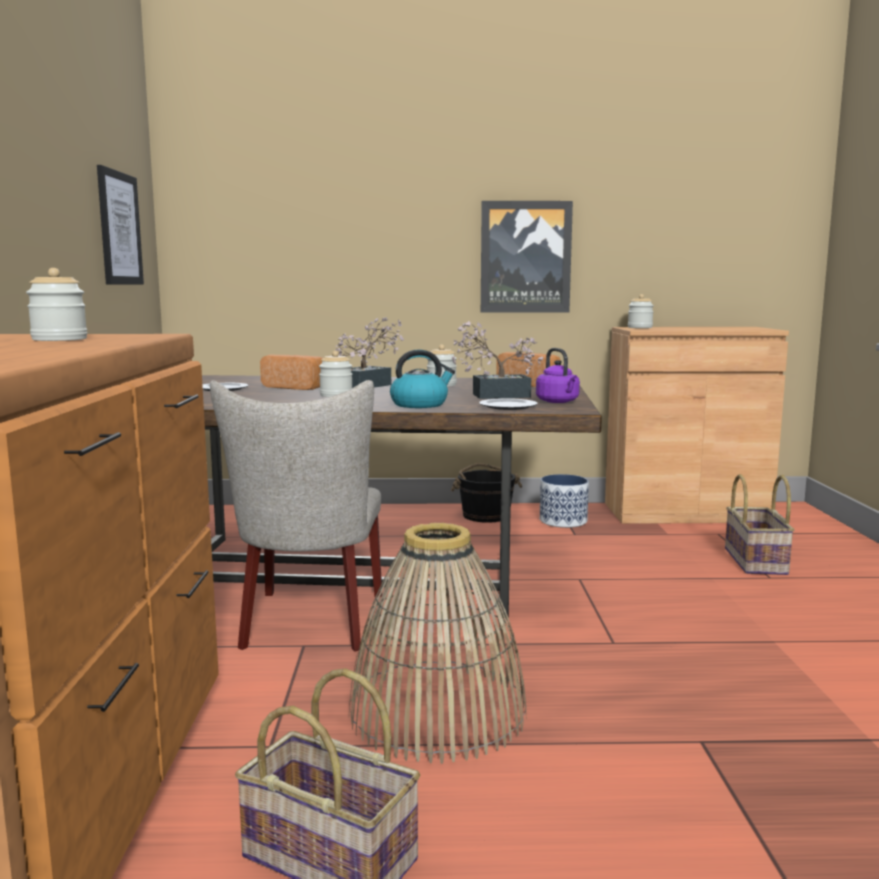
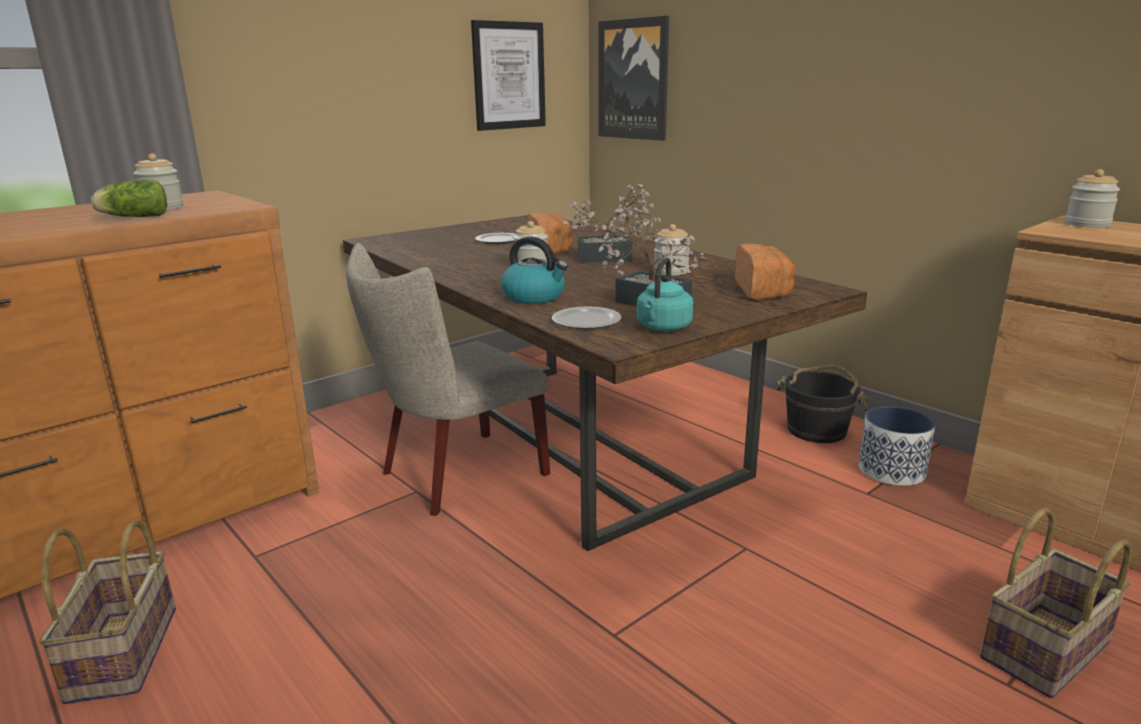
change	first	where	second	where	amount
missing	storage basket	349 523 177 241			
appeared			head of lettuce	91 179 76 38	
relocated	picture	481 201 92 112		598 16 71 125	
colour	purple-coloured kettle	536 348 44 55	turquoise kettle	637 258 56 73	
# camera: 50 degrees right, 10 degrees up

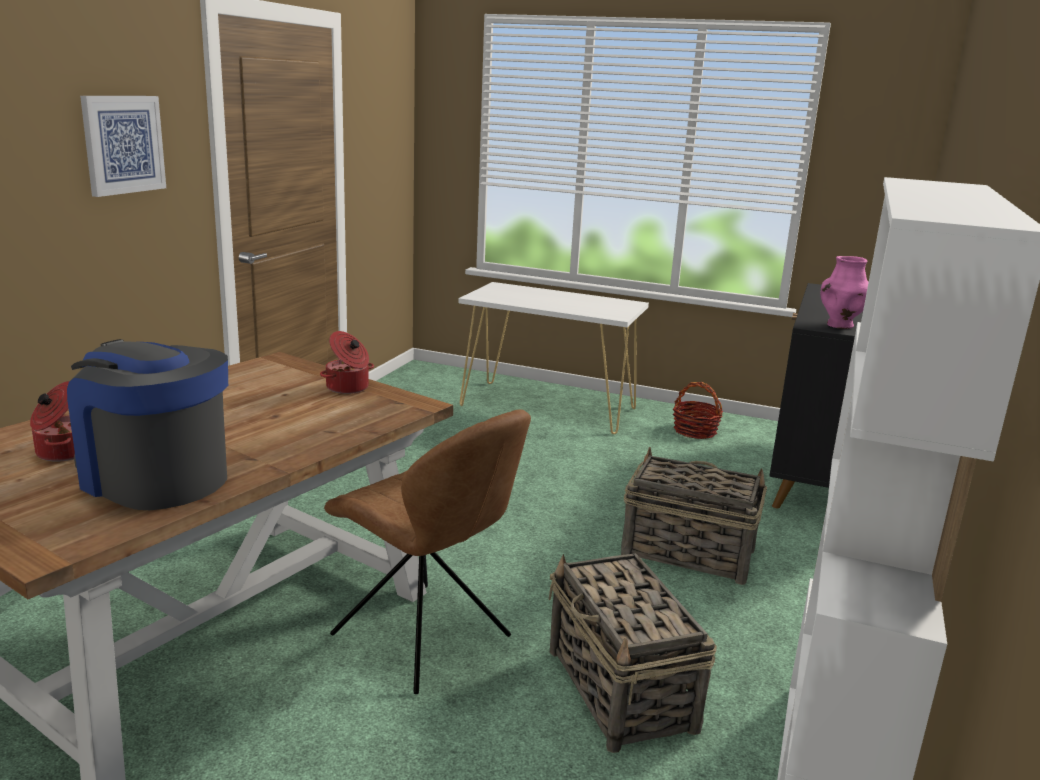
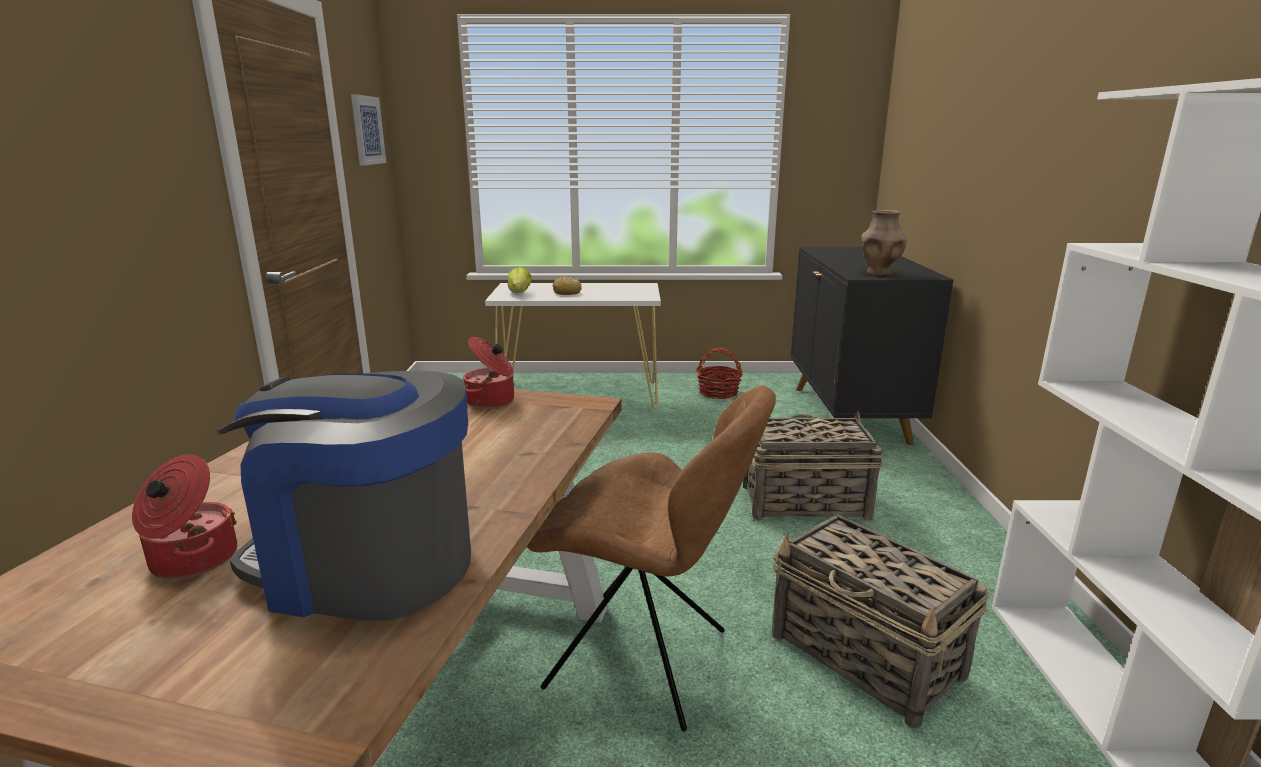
change	first	where	second	where	amount
appeared			head of lettuce	508 267 24 26	
appeared			baked bread	553 276 29 19	
relocated	picture	80 96 86 101		351 94 35 71	
colour	pink vase	820 256 49 73	brown-coloured vase	862 210 45 65	
# camera: 20 degrees left, 0 degrees up

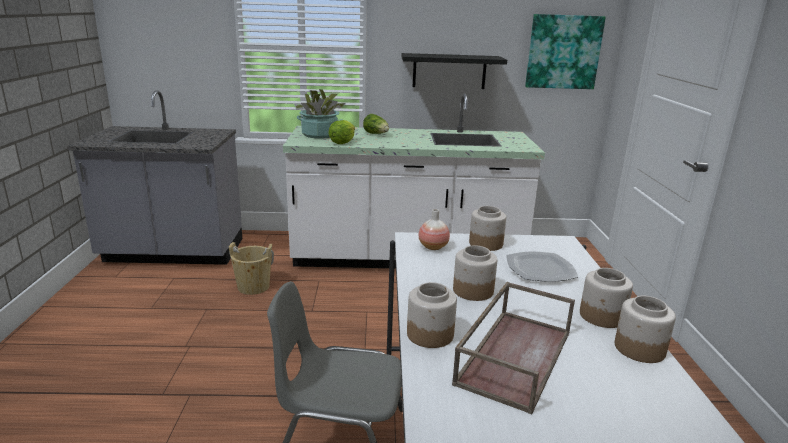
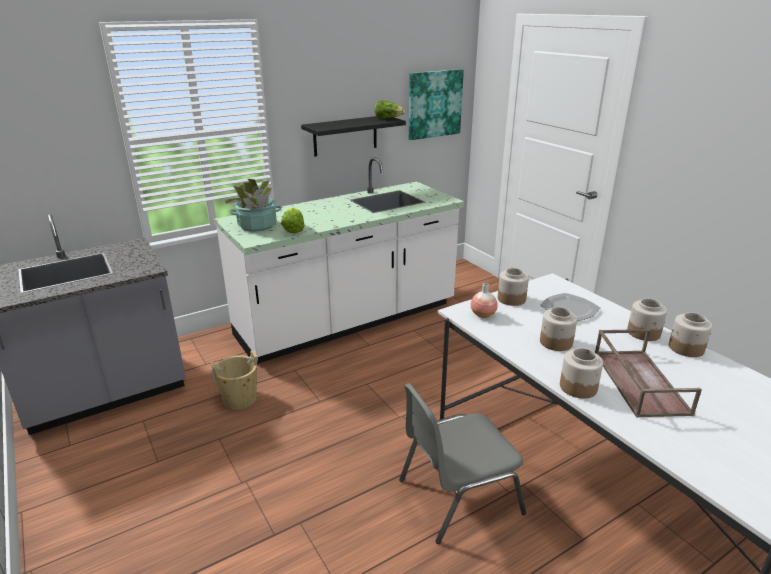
change	first	where	second	where	amount
relocated	head of lettuce	363 114 26 20		375 100 30 19	
# camera: 30 degrees left, 5 degrees up

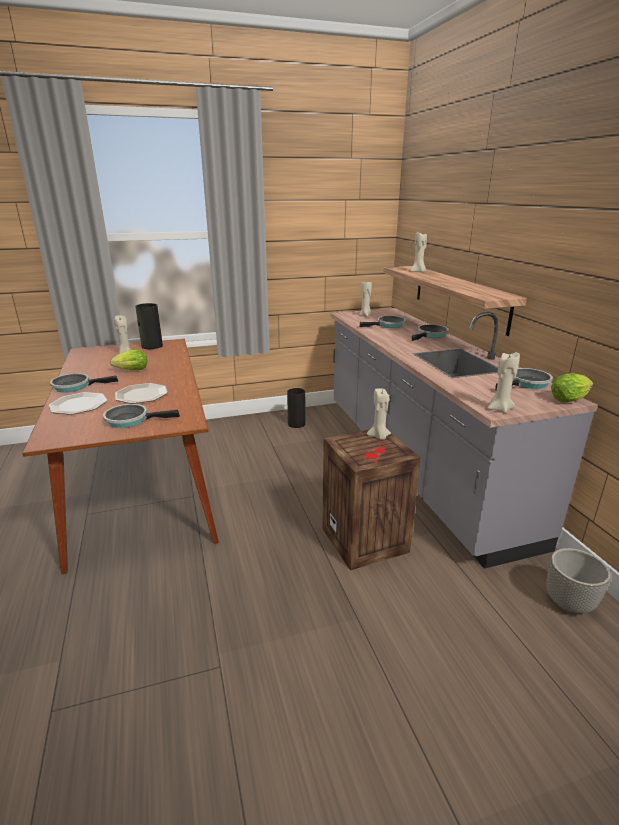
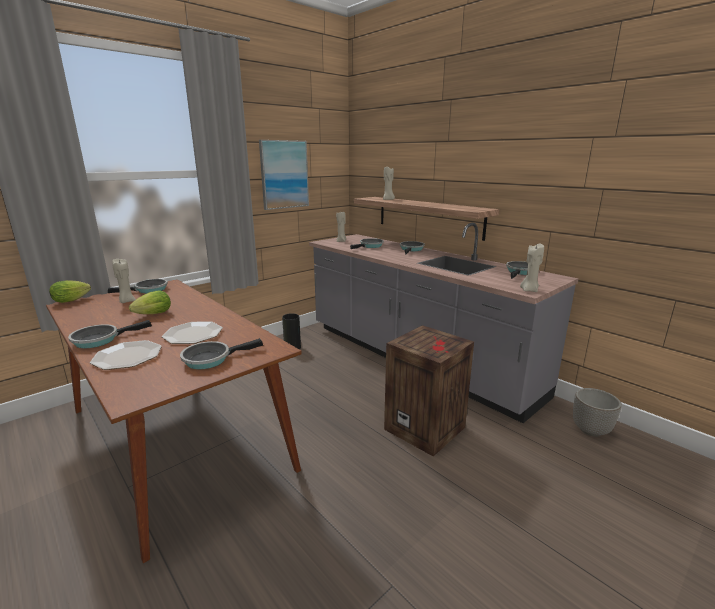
change	first	where	second	where	amount
missing	beige-coloured wax light	367 388 24 52			
appeared			picture	259 140 50 70	
relocated	head of lettuce	551 373 42 29		49 280 42 23	
exchanged	vase	135 303 28 46	pan	108 279 60 14	
# camera: 25 degrees left, 5 degrees down

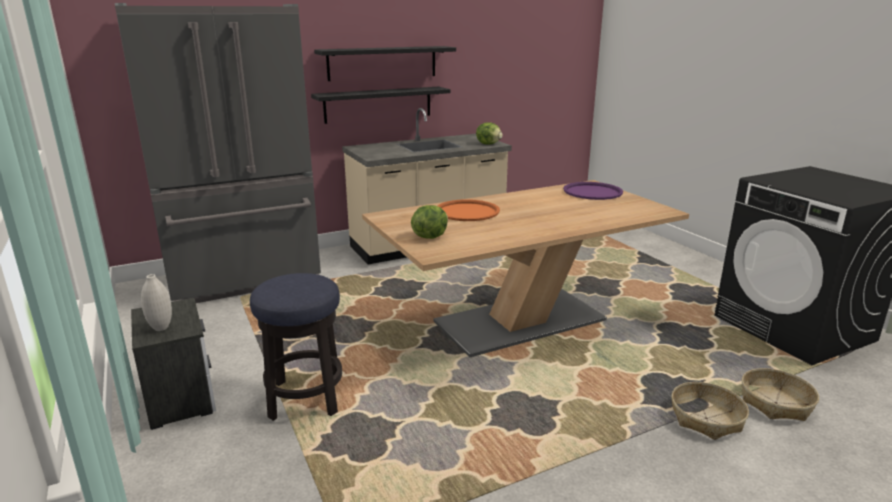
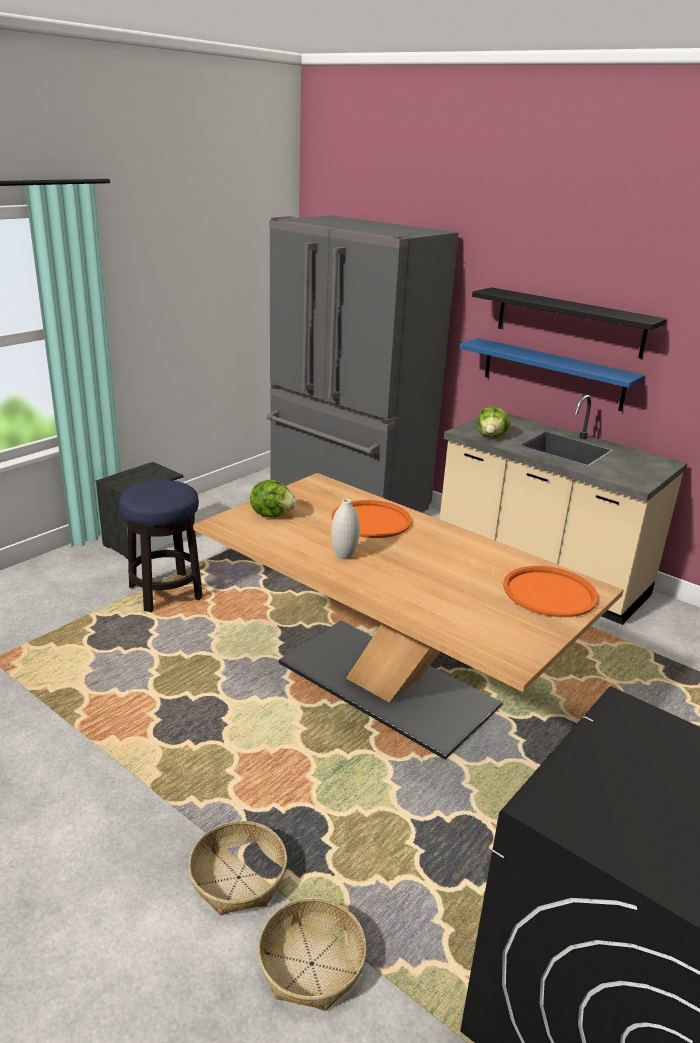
change	first	where	second	where	amount
relocated	white-coloured vase	141 274 31 57		331 499 29 60	
relocated	head of lettuce	476 122 27 22		478 406 33 31	
colour	blackish wall shelf	311 87 139 37	blue-coloured wall shelf	459 338 186 73	
colour	purple-coloured carrying tray	563 182 60 18	orangey carrying tray	503 566 95 51	
# camera: 65 degrees right, 5 degrees up

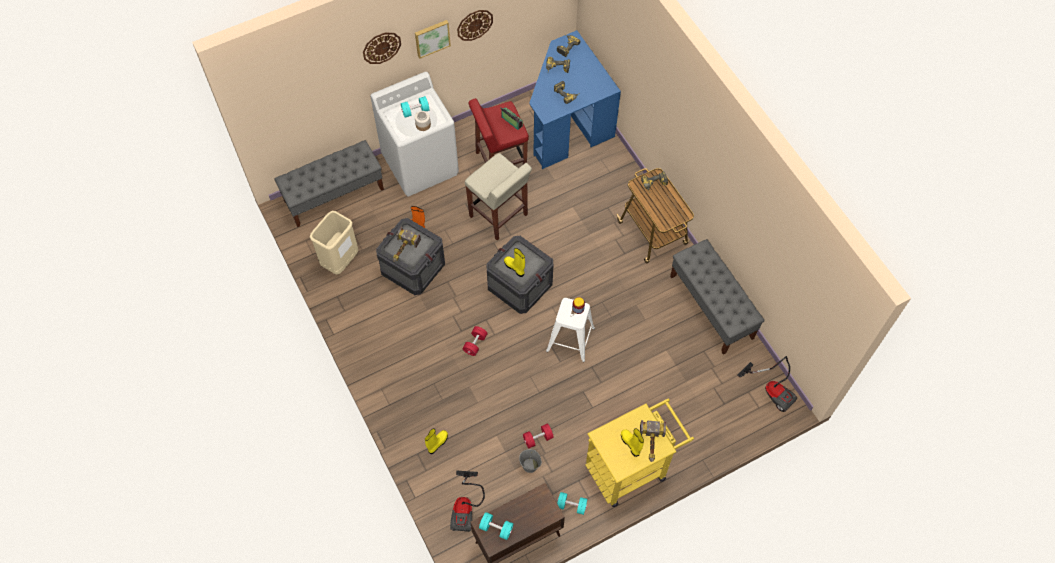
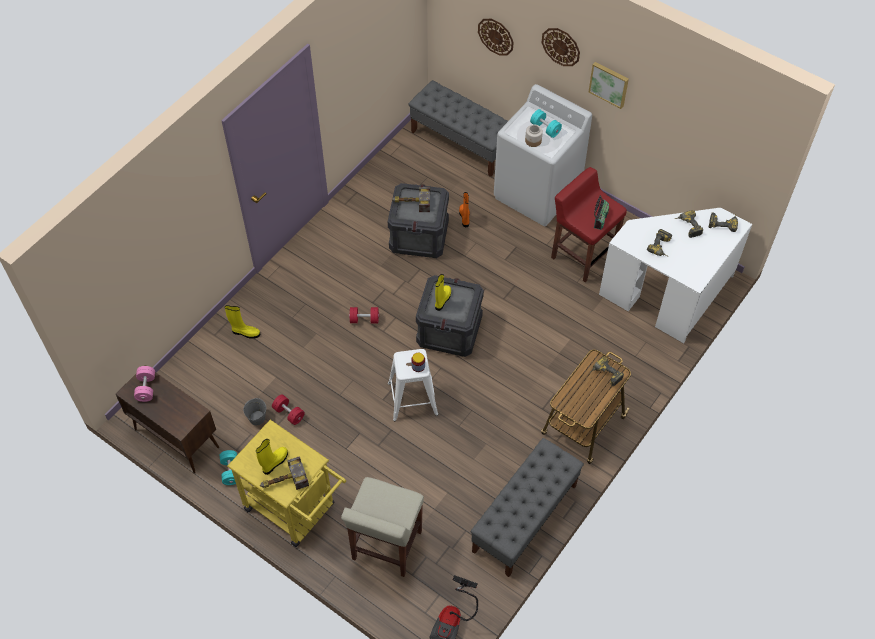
change	first	where	second	where	amount
missing	beige-coloured waste bin	310 211 49 63			
missing	vacuum cleaner	450 471 35 61			
relocated	hanging clock	457 10 36 31		478 19 36 36	
relocated	beige-coloured stool seat	465 153 67 88		341 477 83 100	
colour	turquoise free weight	479 512 34 28	pink free weight	134 366 21 36	
colour	blue-coloured desk table	529 30 92 139	white-coloured desk table	599 208 153 135	
# camera: 65 degrees right, 5 degrees down

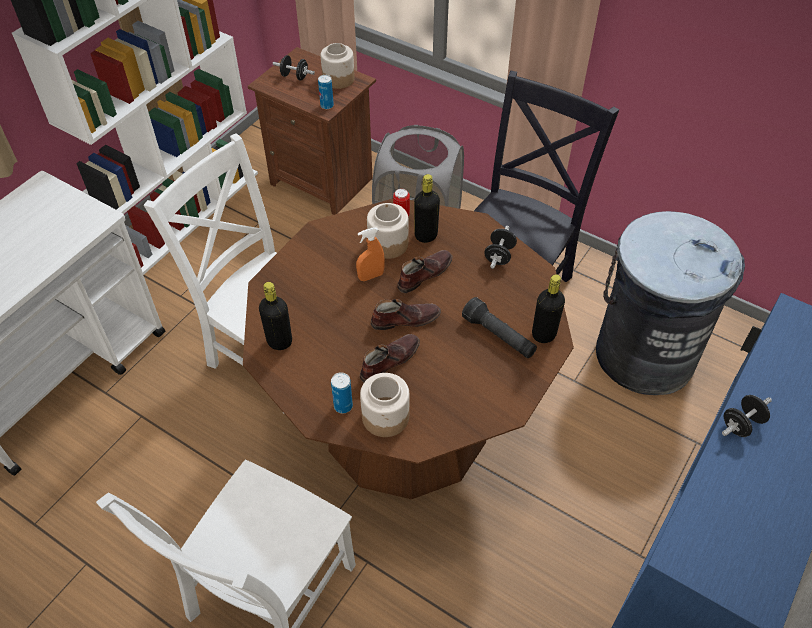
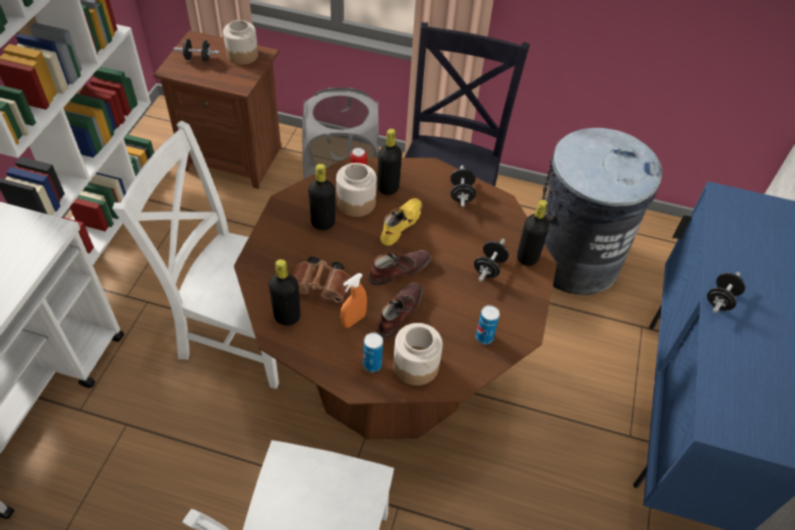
change	first	where	second	where	amount
appeared			brown-coloured binoculars	292 257 58 46	
appeared			blackish bottle	308 164 27 66	
relocated	can	318 75 16 34		476 305 24 39	
relocated	orangey sprayer	356 227 29 54		340 273 27 55	
exchanged	blackish torch	462 297 75 61	blackish free weight	474 239 35 43	
colour	brown-coloured item of footwear	397 250 55 43	yellowish item of footwear	380 198 43 48	
# camera: 20 degrees left, 0 degrees up

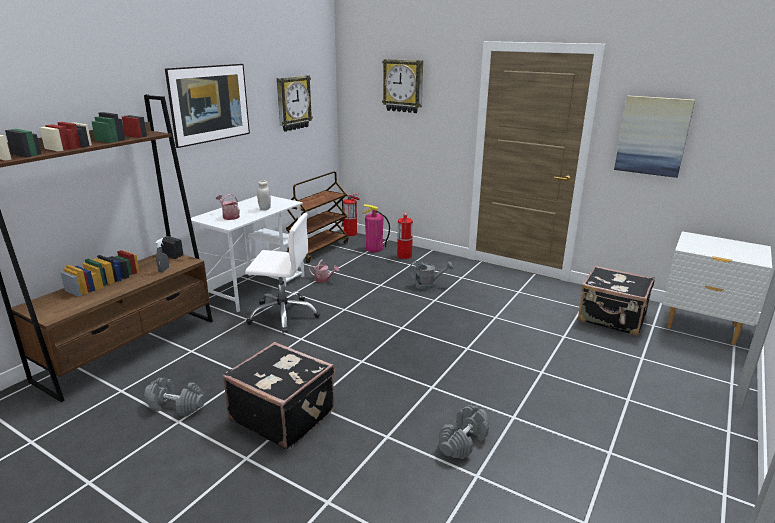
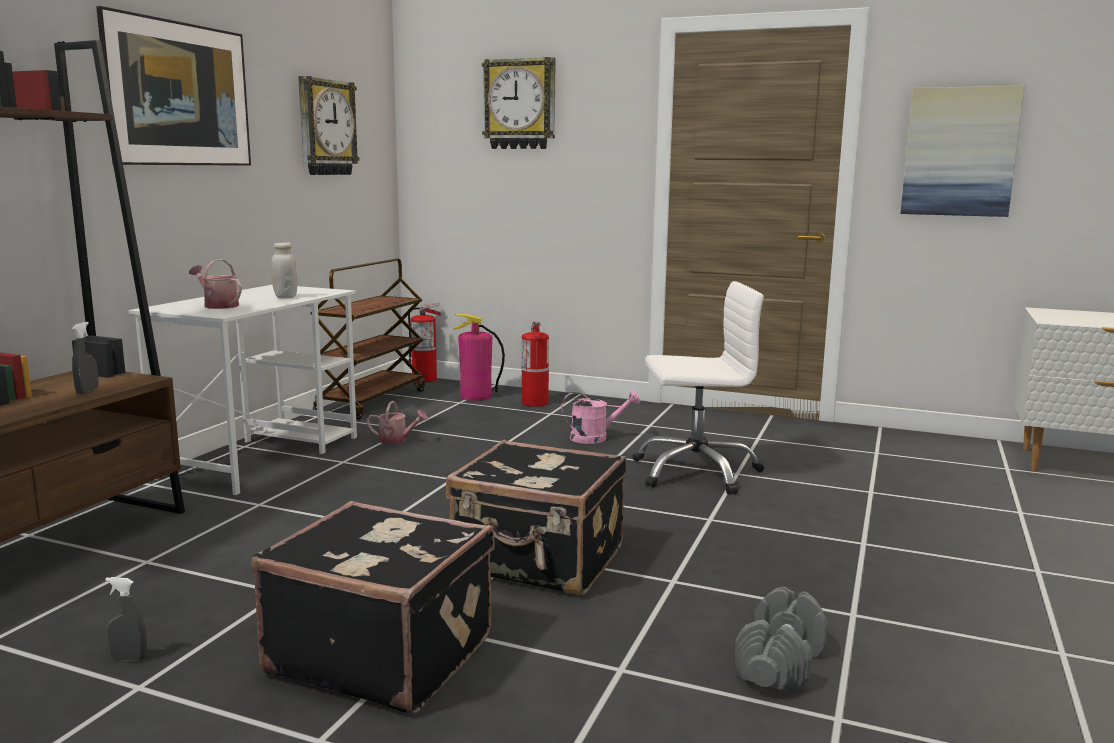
change	first	where	second	where	amount
relocated	white-coloured desk chair	245 213 75 120		632 281 132 214	
relocated	blackish piece of luggage	578 265 77 71		446 440 181 155	
exchanged	greyish free weight	144 378 61 39	greyish sprayer	105 577 42 84	
colour	greyish watering can	410 261 43 28	pink watering can	561 390 79 54	
# camera: 10 degrees left, 10 degrees down

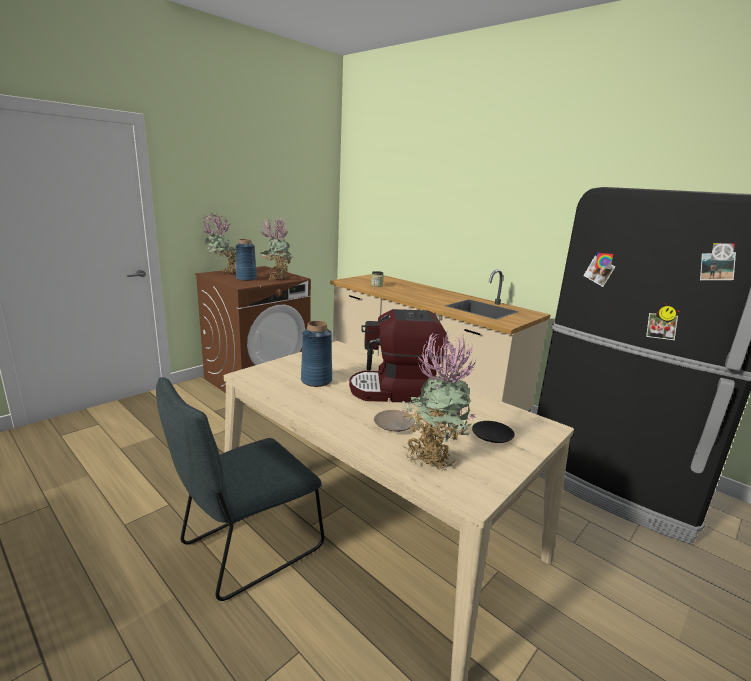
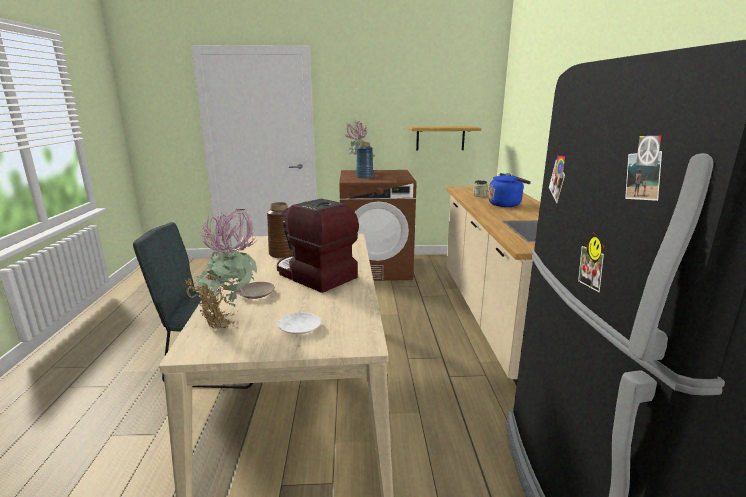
change	first	where	second	where	amount
missing	potted plant	260 217 33 63			
appeared			wall shelf	408 126 73 25	
appeared			blue-coloured kettle	489 173 42 34	
colour	blue-coloured vase	301 321 31 66	brown-coloured vase	267 202 26 56	
colour	blackish plate	472 421 43 22	white-coloured plate	277 313 44 21	
# camera: 45 degrees right, 0 degrees up

